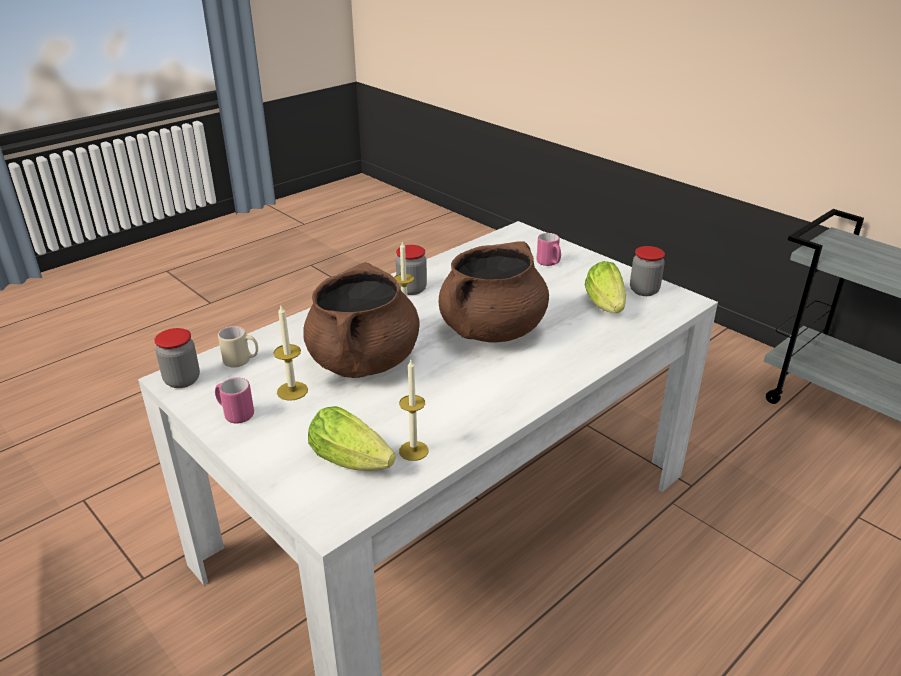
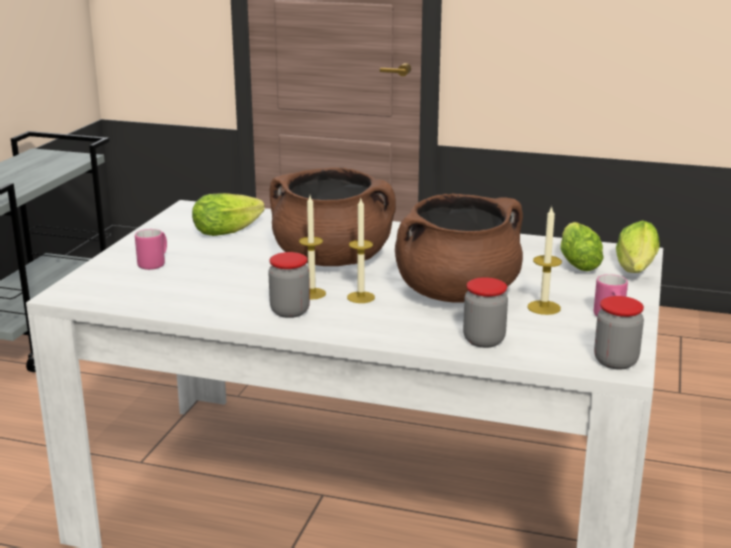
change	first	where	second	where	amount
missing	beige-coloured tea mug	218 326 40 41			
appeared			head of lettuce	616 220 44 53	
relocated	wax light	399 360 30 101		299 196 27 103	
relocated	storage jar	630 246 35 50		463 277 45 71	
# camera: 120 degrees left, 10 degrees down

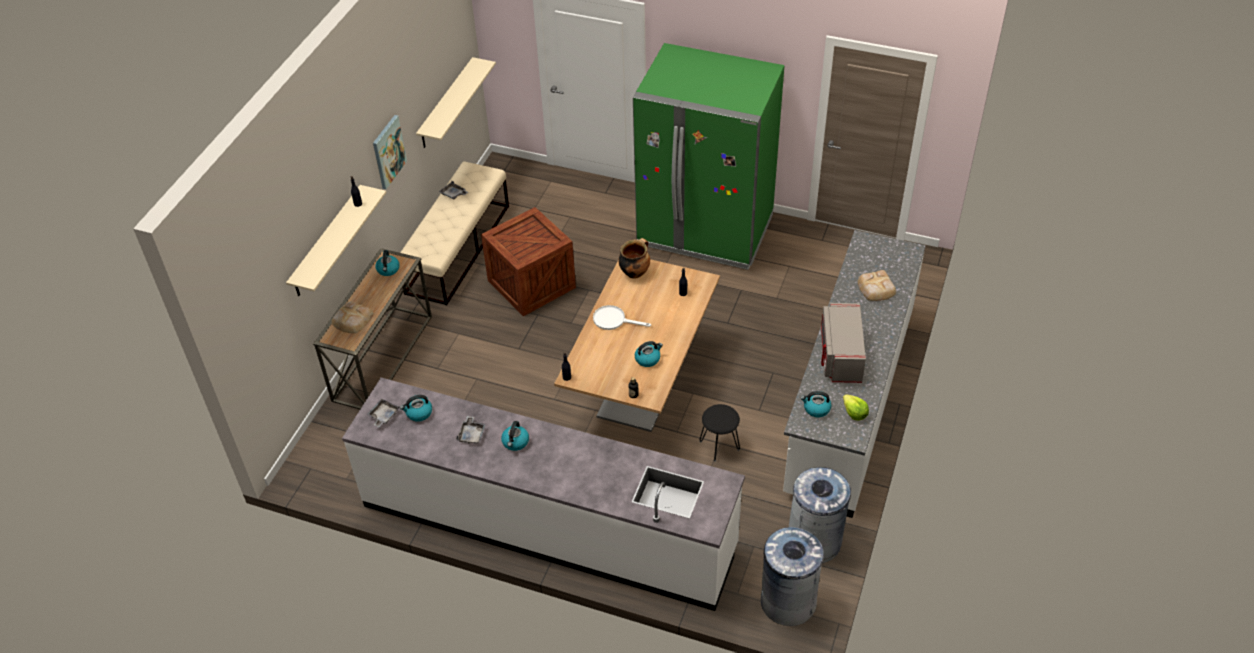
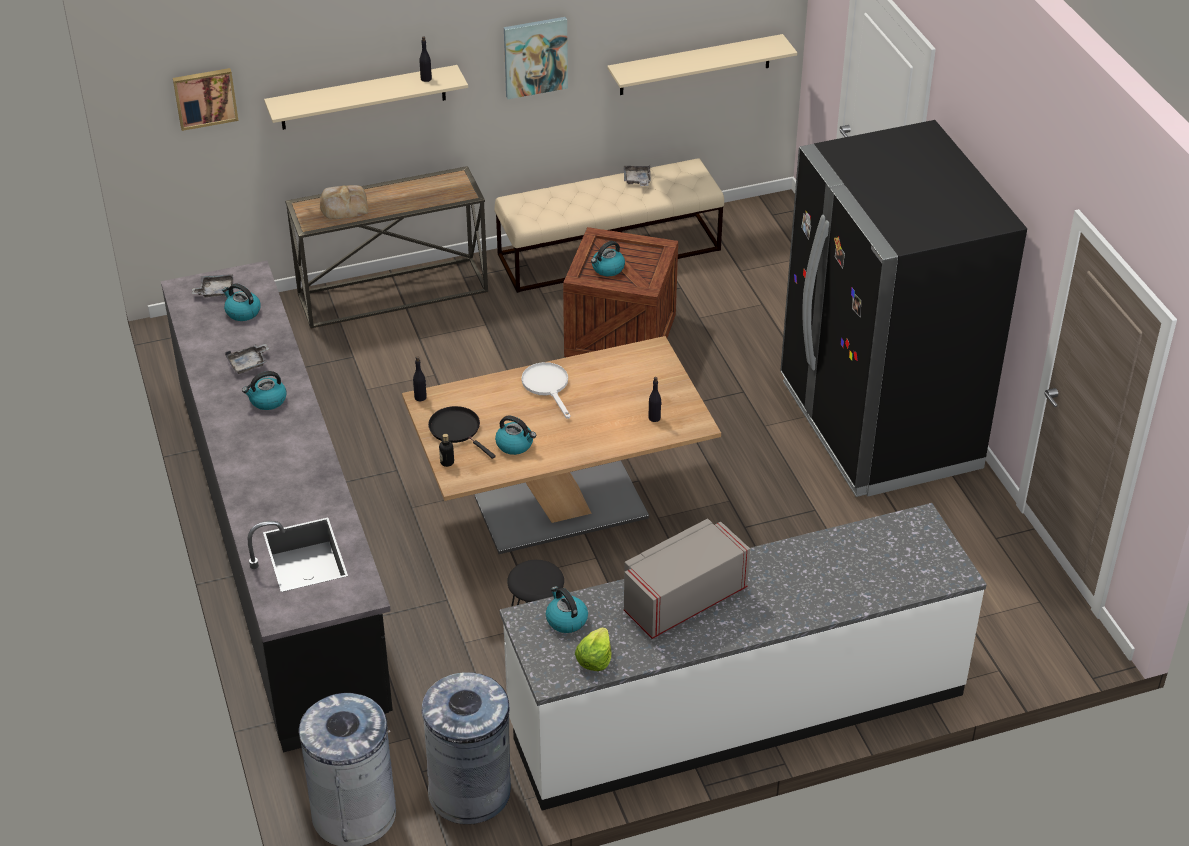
change	first	where	second	where	amount
missing	stockpot	618 238 32 41			
missing	baked bread	858 270 38 31			
appeared			picture	173 68 65 63	
appeared			blackish pan	428 406 68 53	
relocated	kettle	375 250 25 26		591 241 34 35	
colour	white-coloured counter	342 378 403 233	blackish counter	161 261 232 491	
colour	greenish kitchen fridge	633 43 151 227	blackish kitchen fridge	781 120 246 377	
# camera: 50 degrees right, 5 degrees down

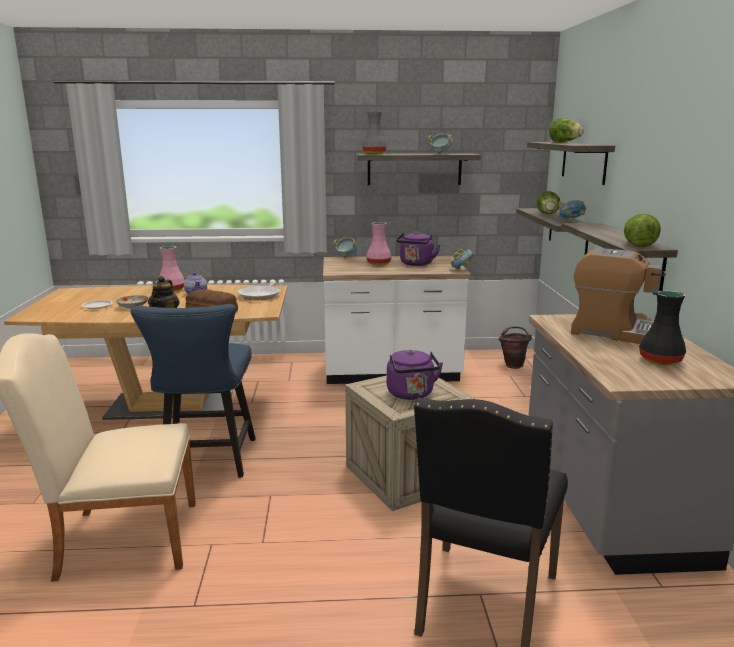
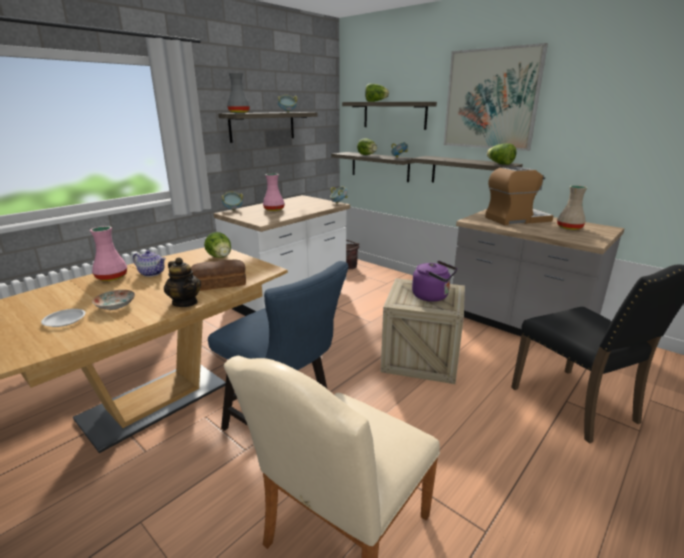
change	first	where	second	where	amount
missing	purple-coloured kettle	396 231 44 35			
appeared			picture	444 43 104 108	
exchanged	pan	238 281 43 19	head of lettuce	204 232 27 26	
colour	blackish vase	639 291 47 74	beige-coloured vase	557 185 30 45	
# camera: 45 degrees left, 5 degrees up

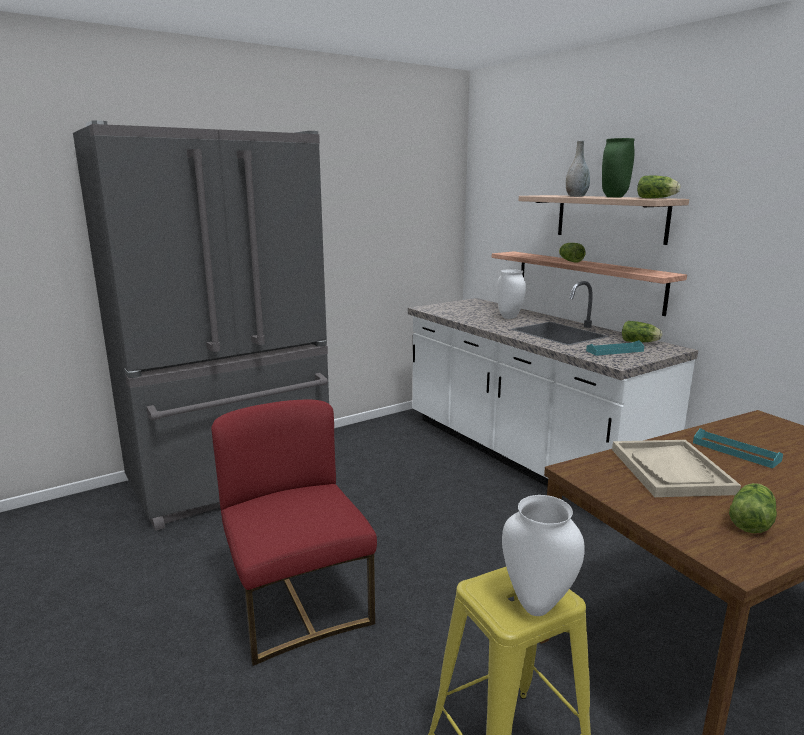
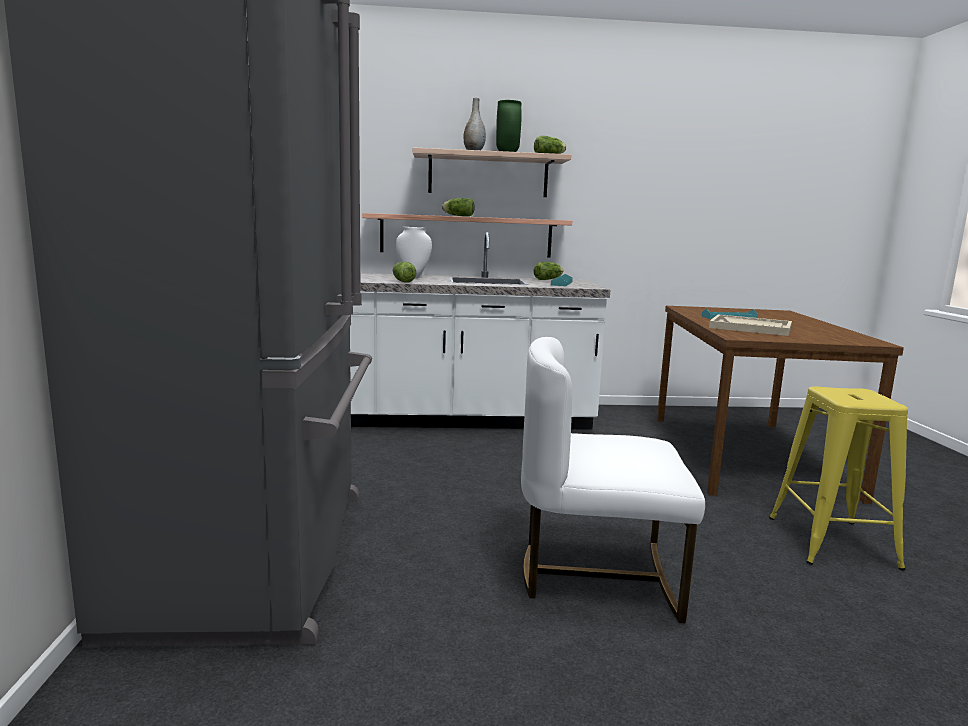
change	first	where	second	where	amount
missing	white-coloured vase	502 495 83 121			
relocated	head of lettuce	729 483 48 50		393 262 23 21	
colour	red plain chair	211 400 166 266	white-coloured plain chair	521 337 184 286	
# camera: 60 degrees left, 5 degrees down

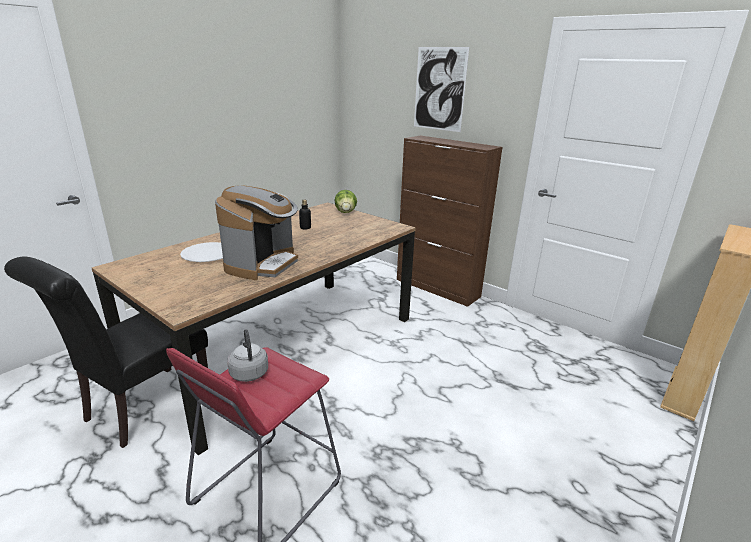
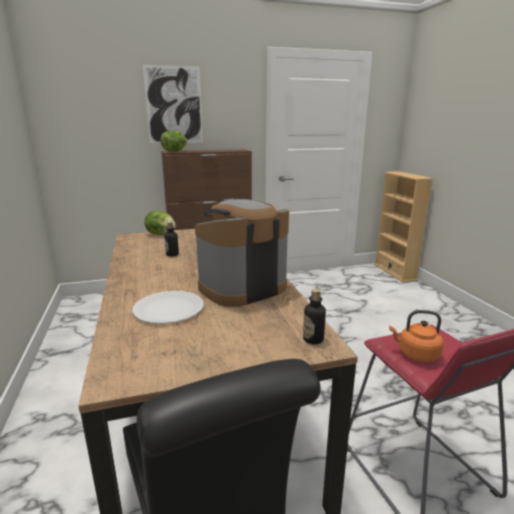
change	first	where	second	where	amount
appeared			head of lettuce	160 130 27 22	
appeared			bottle	303 289 23 55	
colour	greyish kettle	227 329 41 53	orangey kettle	389 310 55 52	
spun	coffee brewer	215 185 83 95		195 198 94 109	90 degrees counterclockwise
# camera: 55 degrees left, 5 degrees down

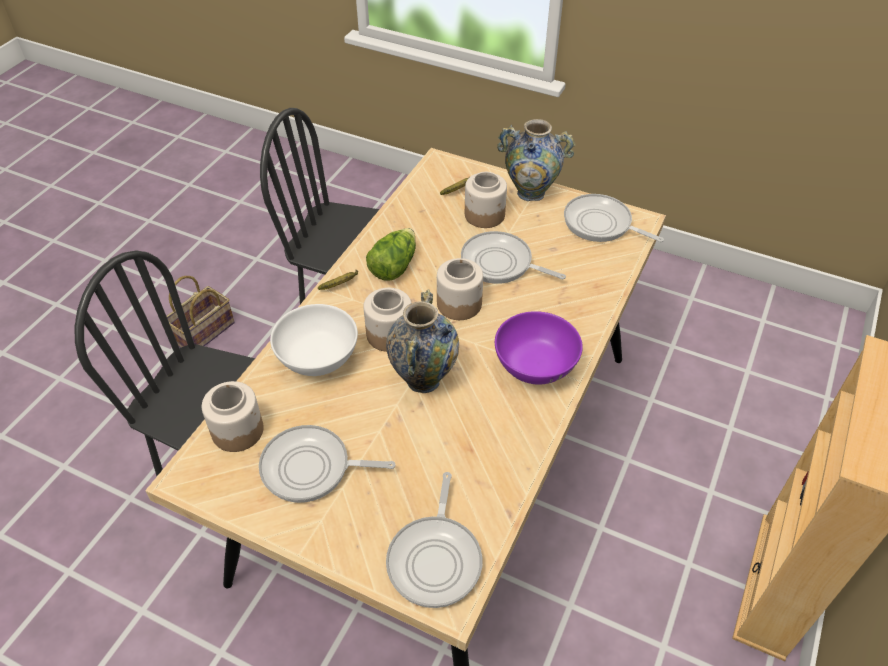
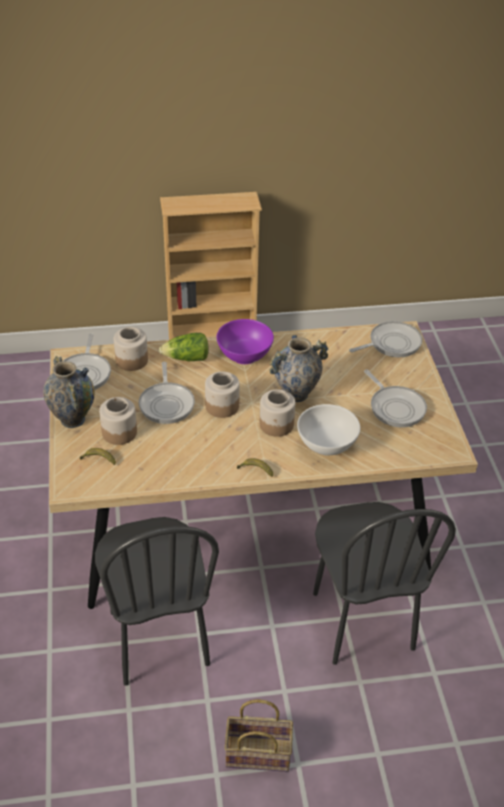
change	first	where	second	where	amount
relocated	storage jar	202 381 61 71		114 327 34 44	
relocated	head of lettuce	366 228 50 53		159 333 49 28	
# camera: 125 degrees left, 5 degrees down

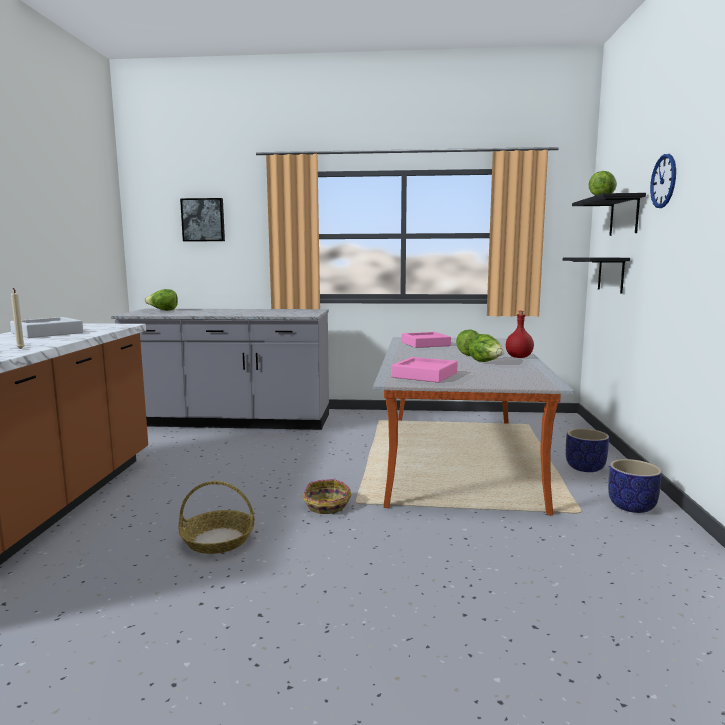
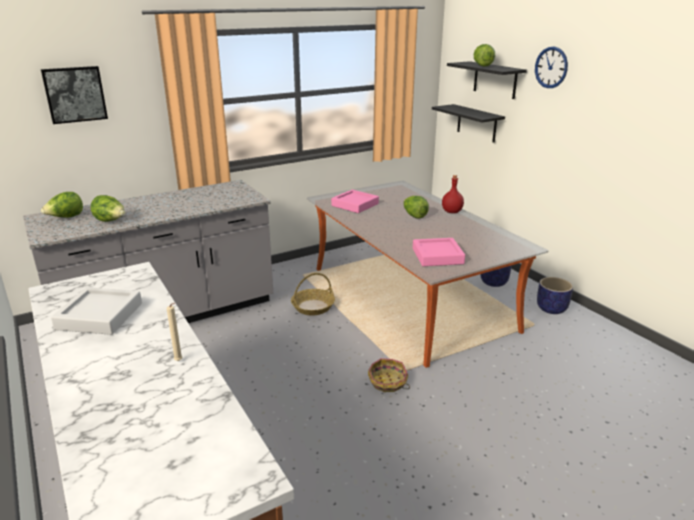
change	first	where	second	where	amount
relocated	storage basket	179 481 76 73		291 273 44 42	
relocated	head of lettuce	469 334 34 28		90 195 35 27	
# camera: 35 degrees left, 15 degrees up

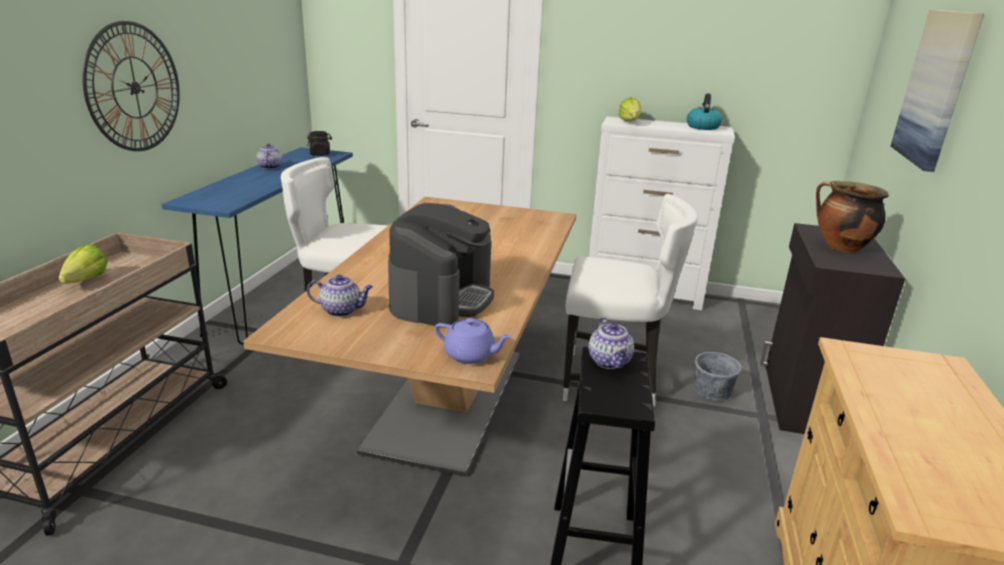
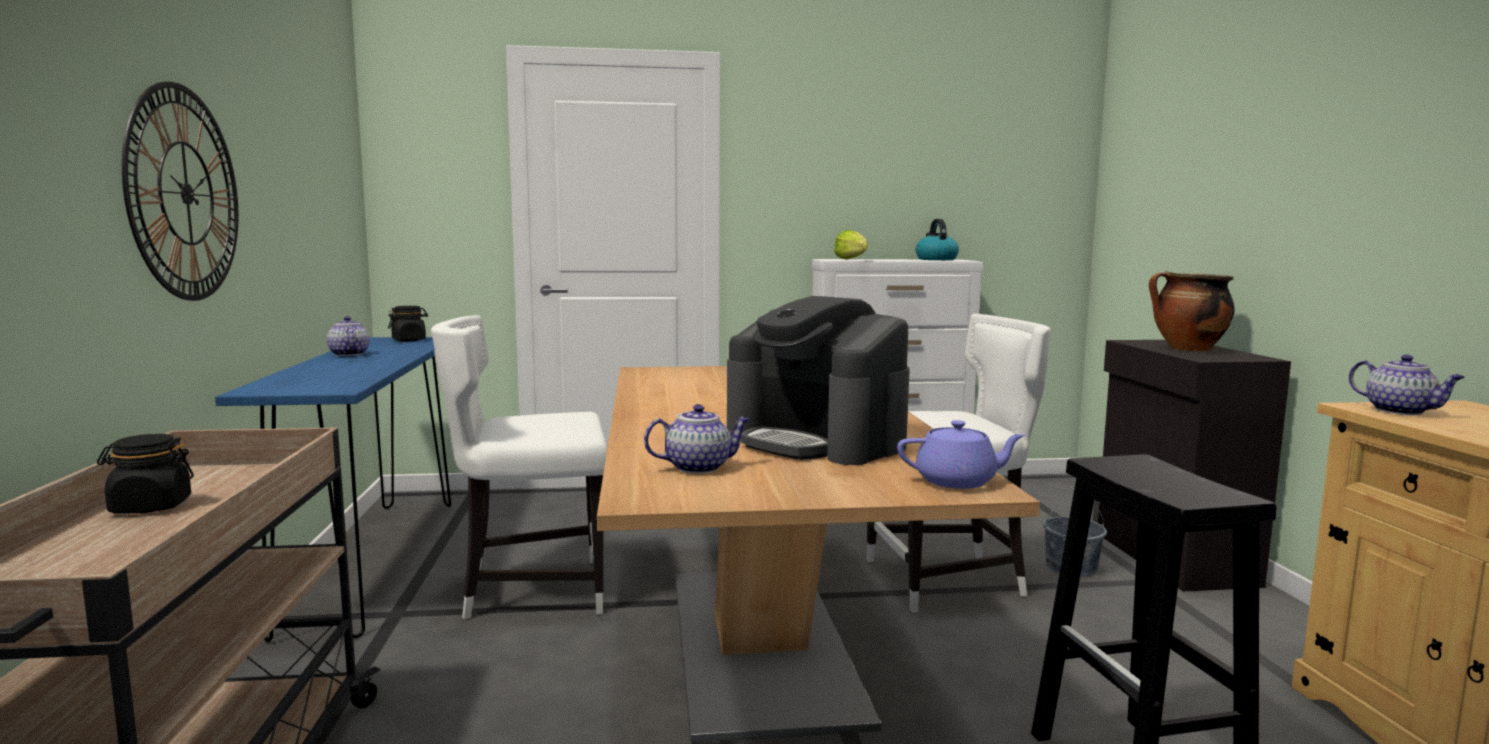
change	first	where	second	where	amount
missing	picture	891 10 93 162			
relocated	tea pot	588 317 46 52		1349 355 116 60	
exchanged	head of lettuce	59 244 49 40	blackish storage jar	97 434 97 80	
spun	coffee brewer	388 203 106 125		727 296 183 169	135 degrees clockwise
# camera: 20 degrees left, 15 degrees down

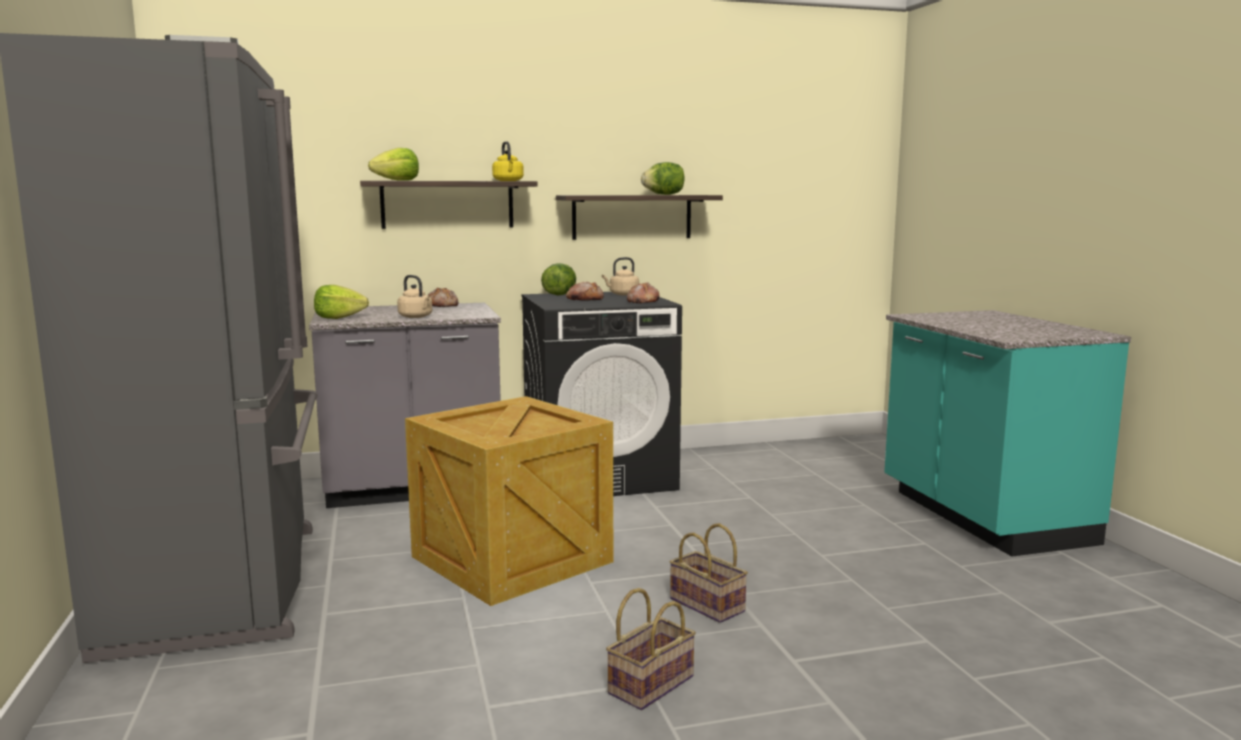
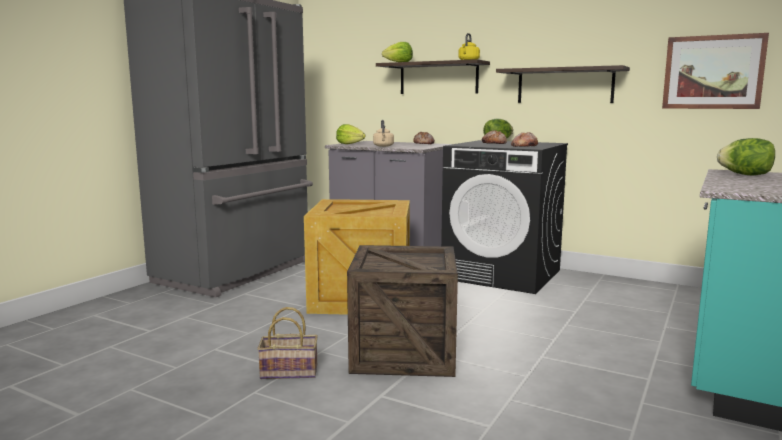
change	first	where	second	where	amount
missing	beige-coloured kettle	602 257 37 38			
appeared			picture	662 33 107 76	
relocated	head of lettuce	641 162 44 33		717 138 58 37	
exchanged	storage basket	669 523 79 100	packing crate	347 245 111 132	
# camera: 45 degrees right, 0 degrees up

